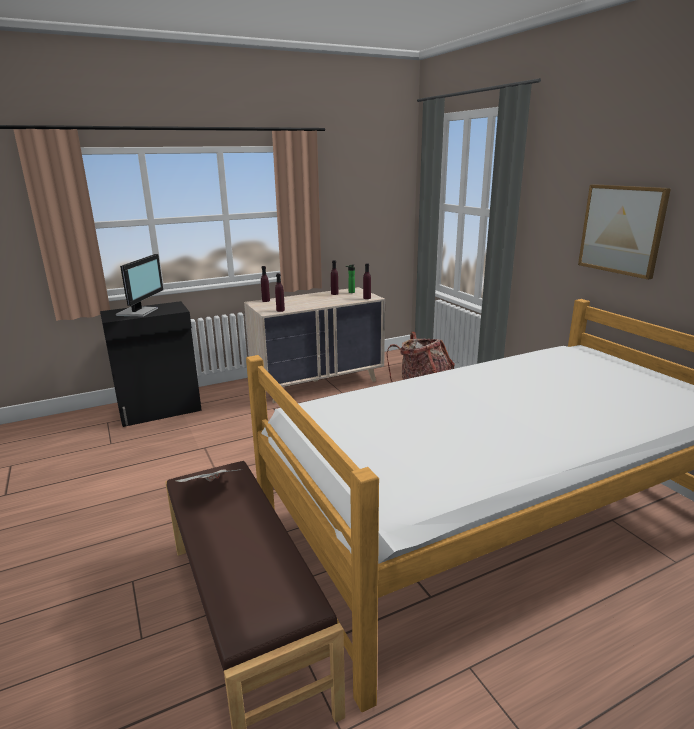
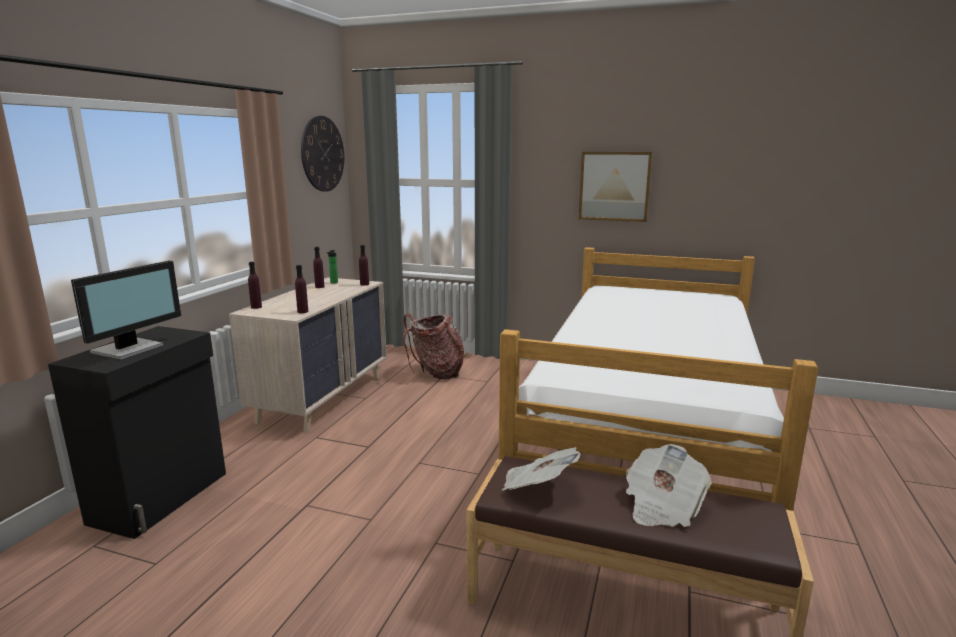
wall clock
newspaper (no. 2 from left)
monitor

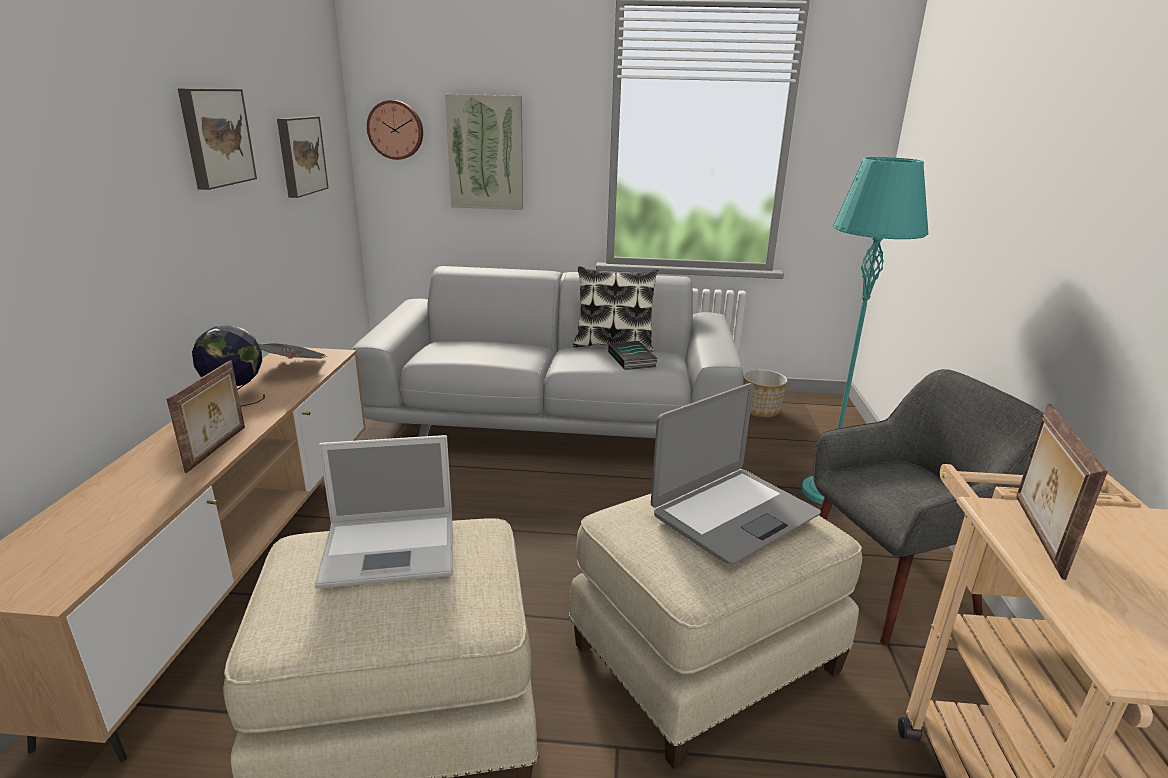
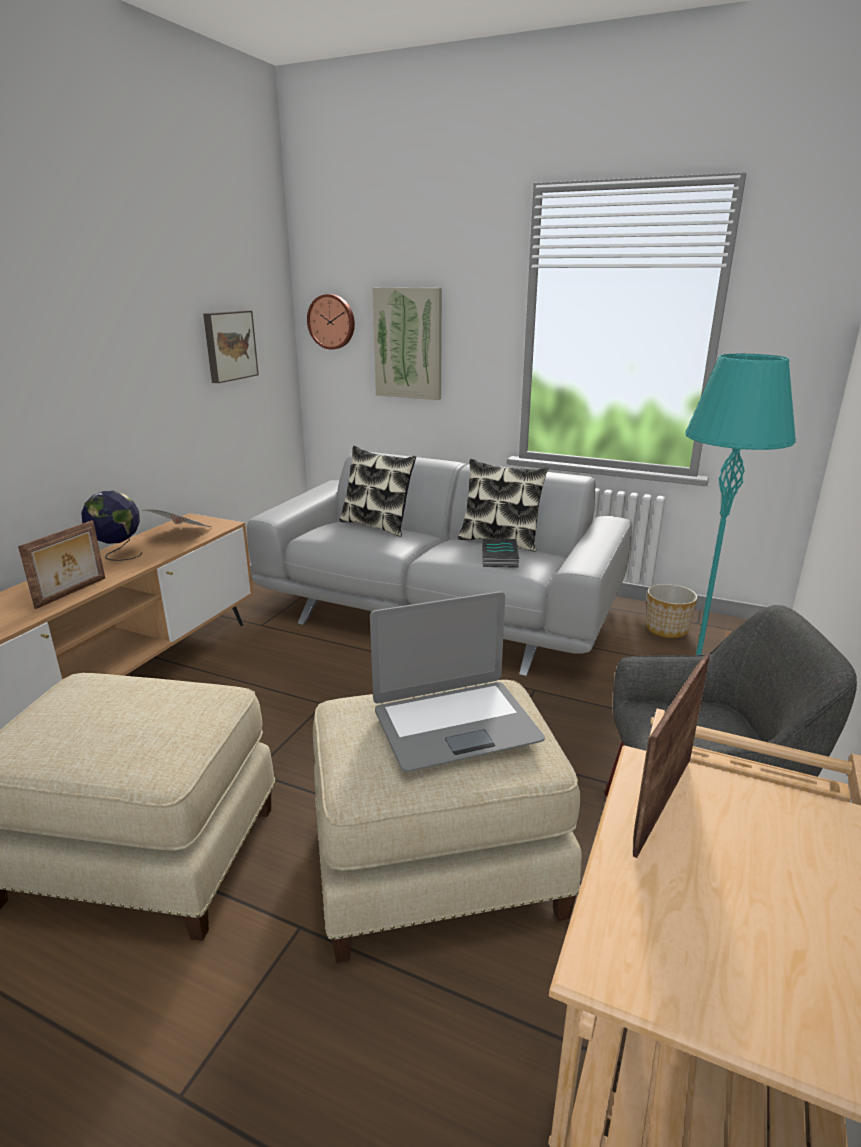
picture (no. 1 from left in the first image)
laptop (no. 1 from left in the first image)
pillow (no. 1 from left)

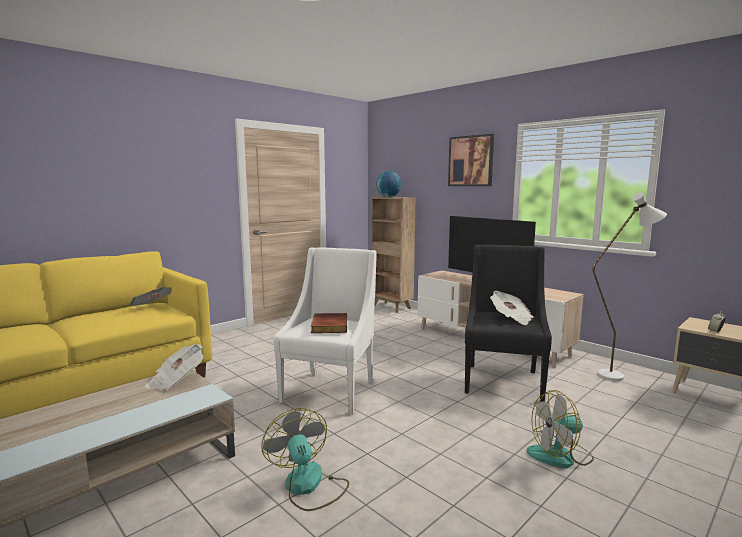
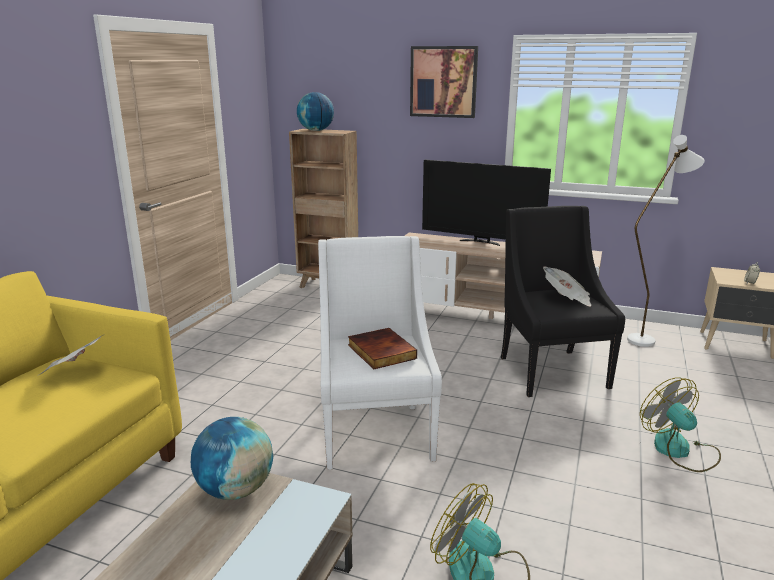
globe (no. 1 from left)
fan (no. 2 from left)

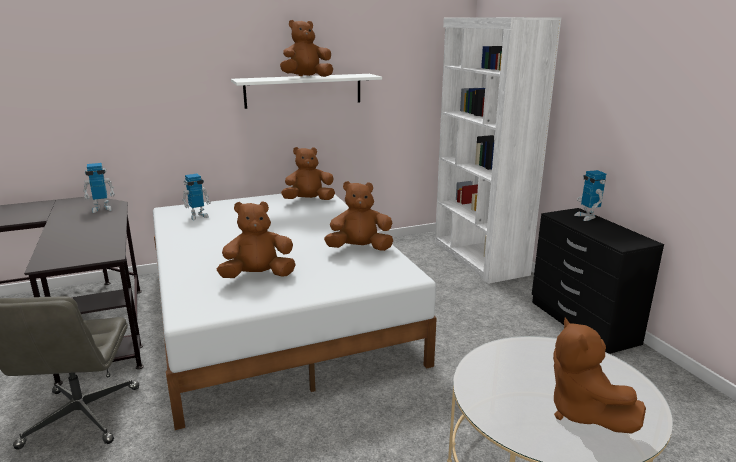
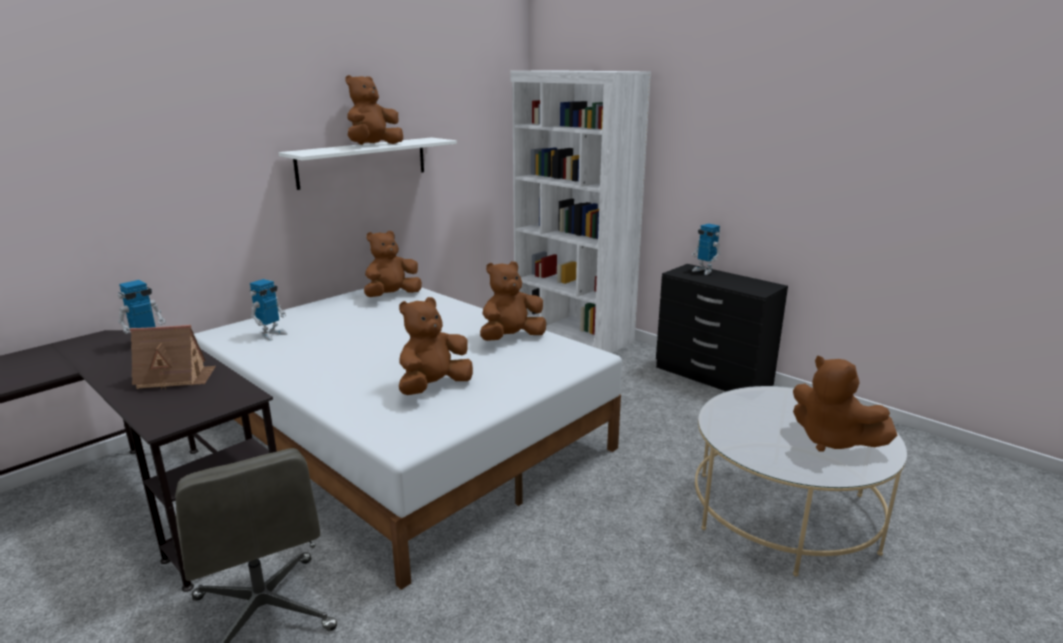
toy house

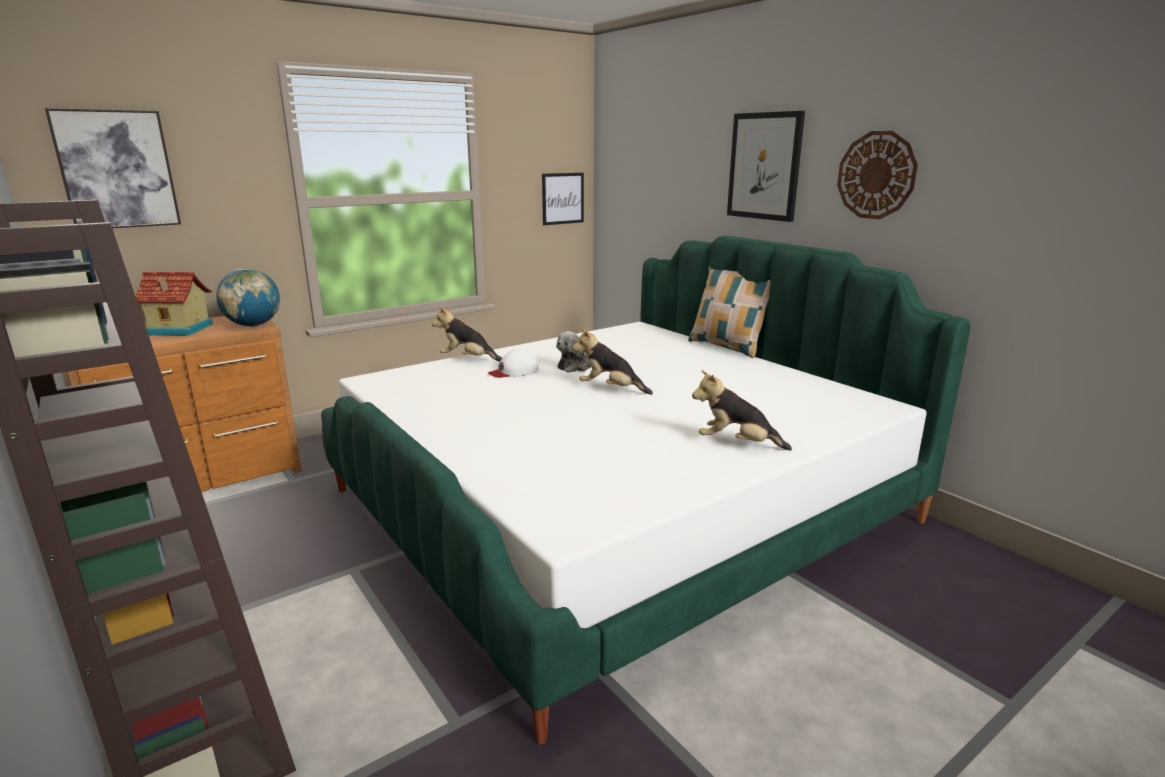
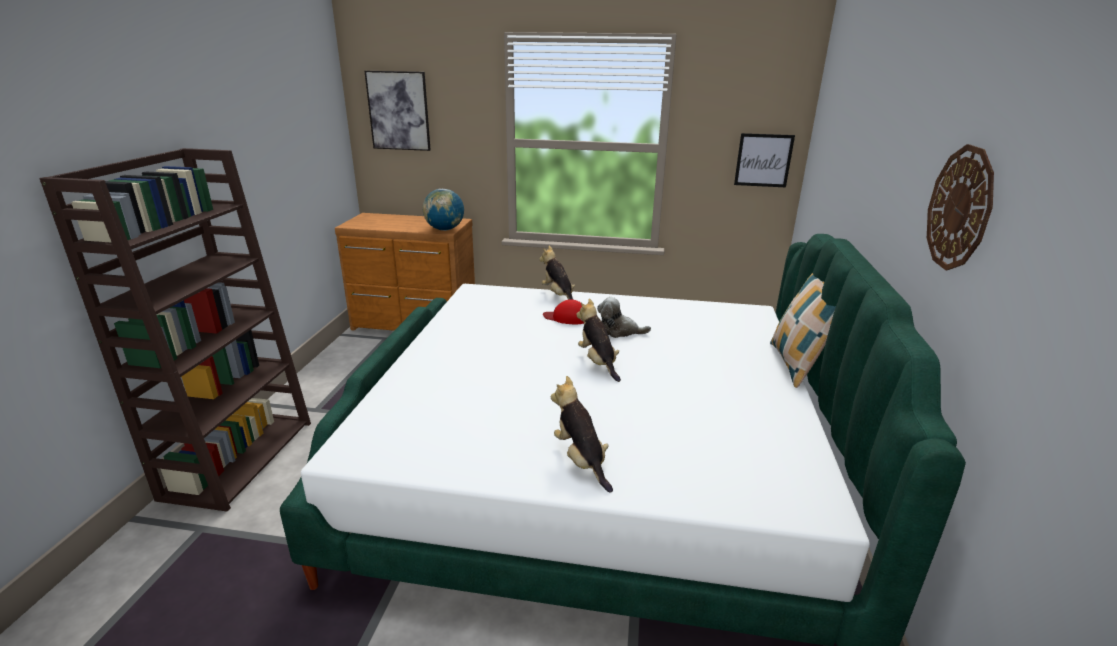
toy house
picture (no. 3 from left in the first image)
cap (red)

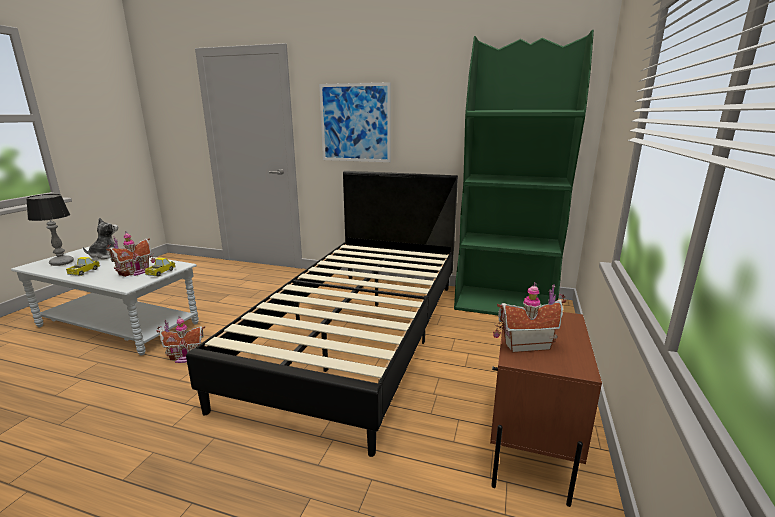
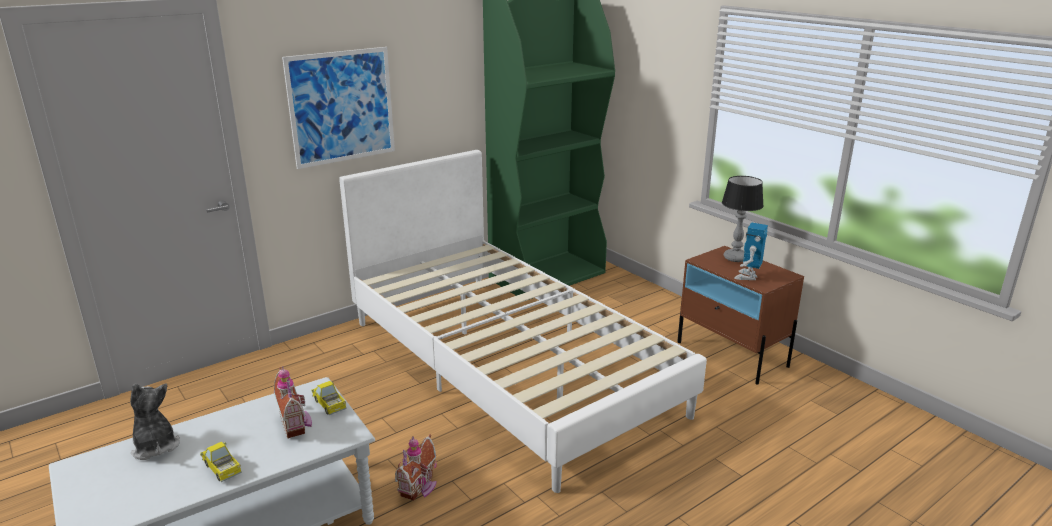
table lamp
toy robot
bed (white)

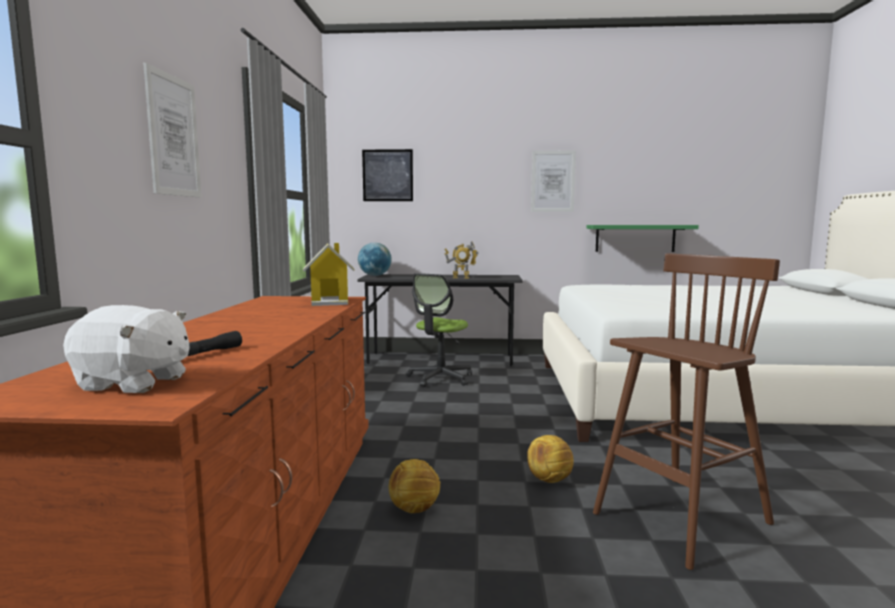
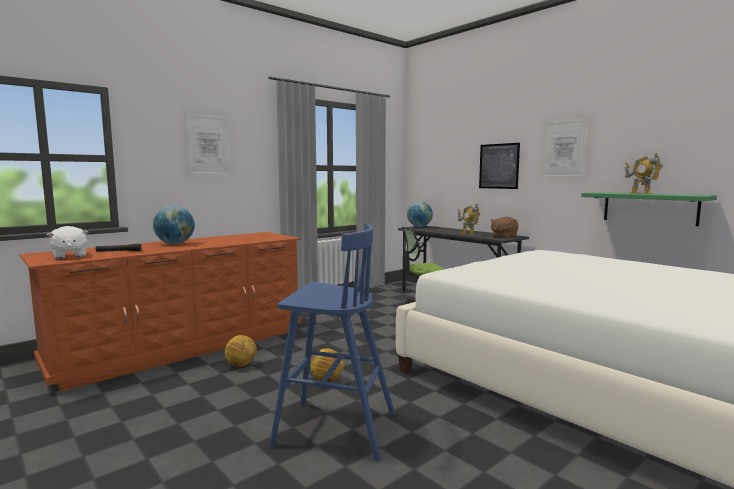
toy house
globe (no. 1 from left)
plush toy (brown)
toy robot (no. 2 from left)
picture (no. 2 from left)
stool (blue)

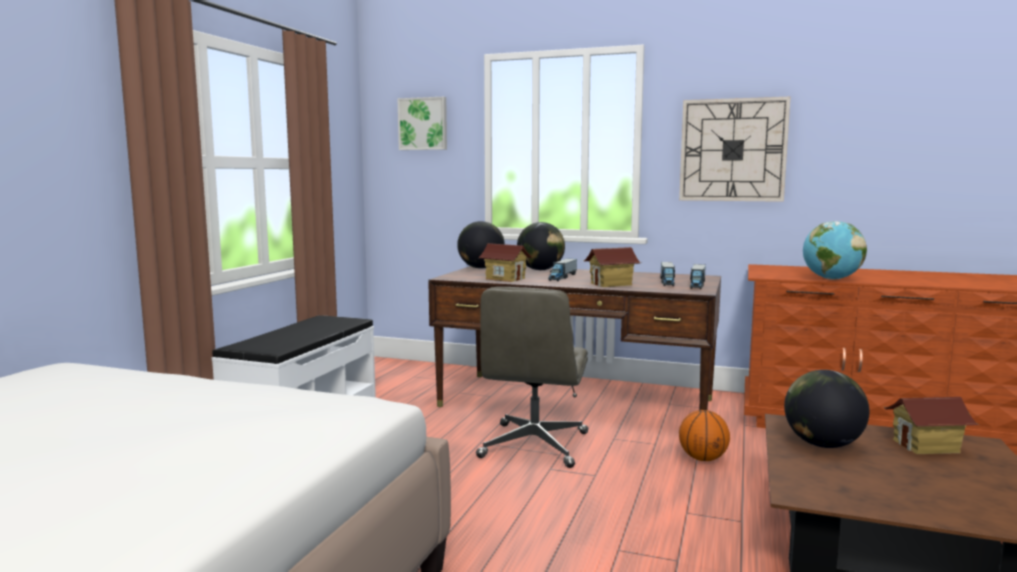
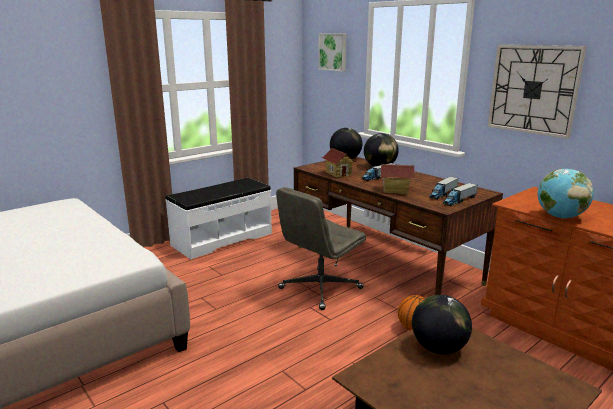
toy house (no. 3 from left in the first image)

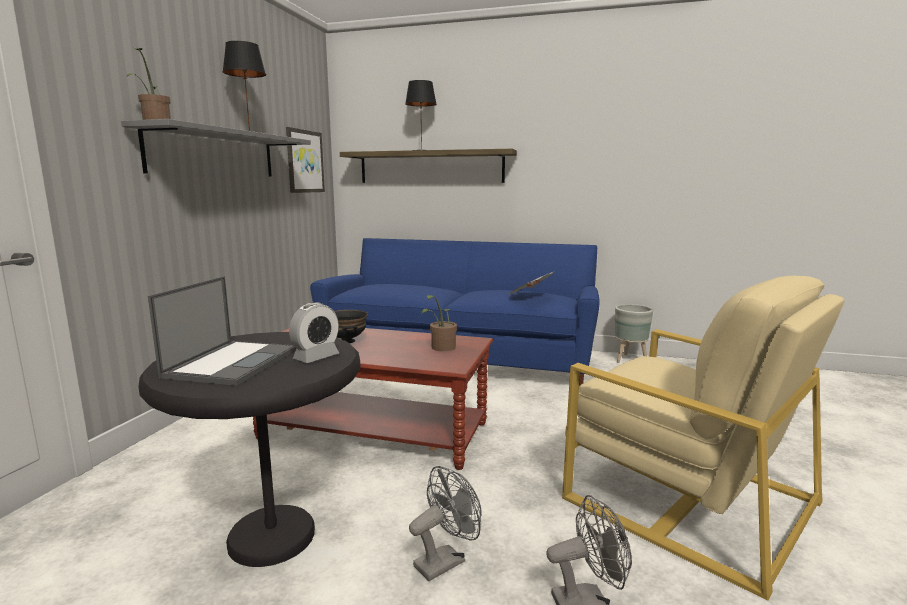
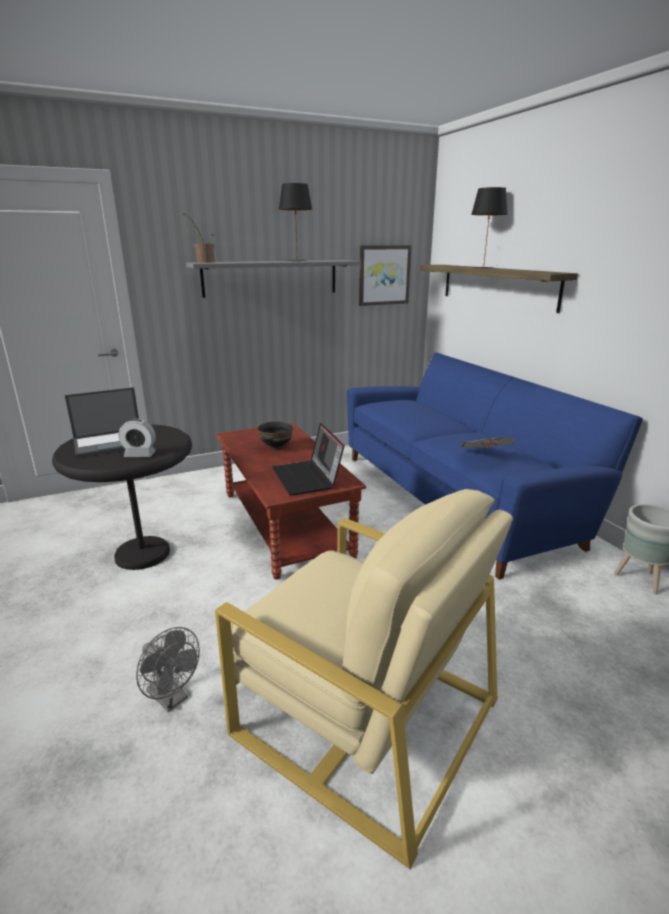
fan (grey) (no. 1 from left in the first image)
laptop (no. 2 from left)
armchair (beige)

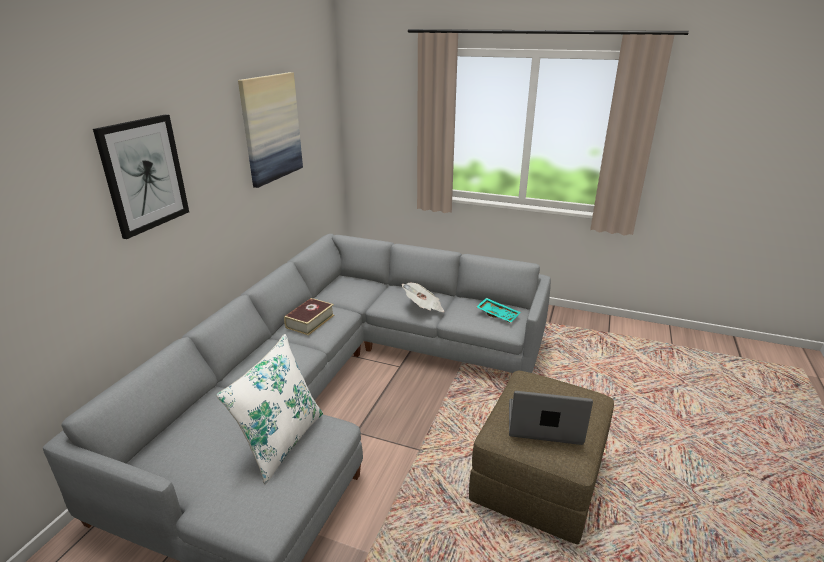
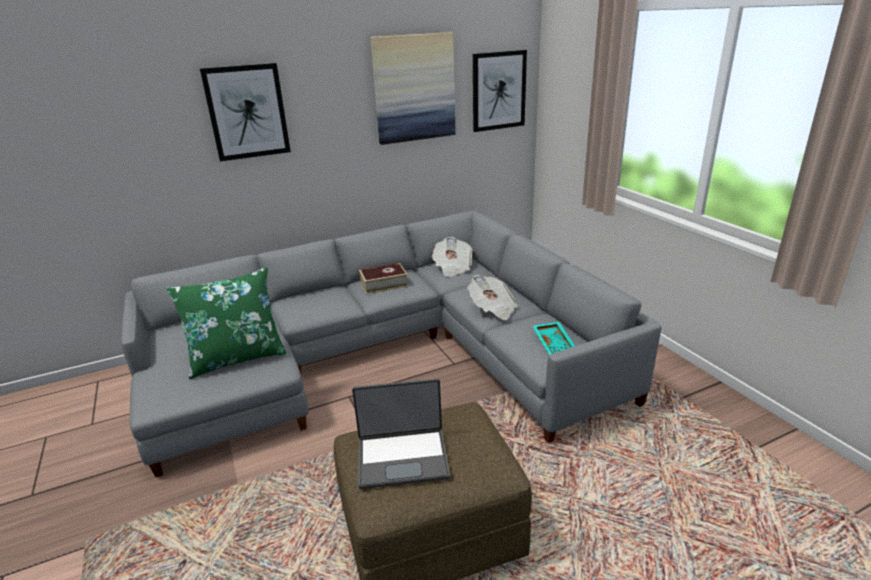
newspaper (no. 1 from left)
picture (no. 3 from left)
pillow (green)
laptop

